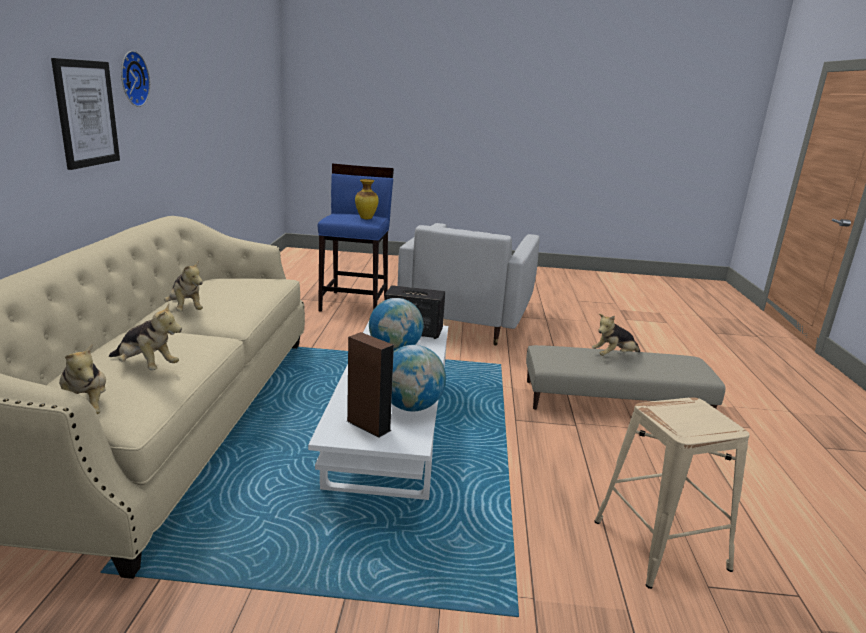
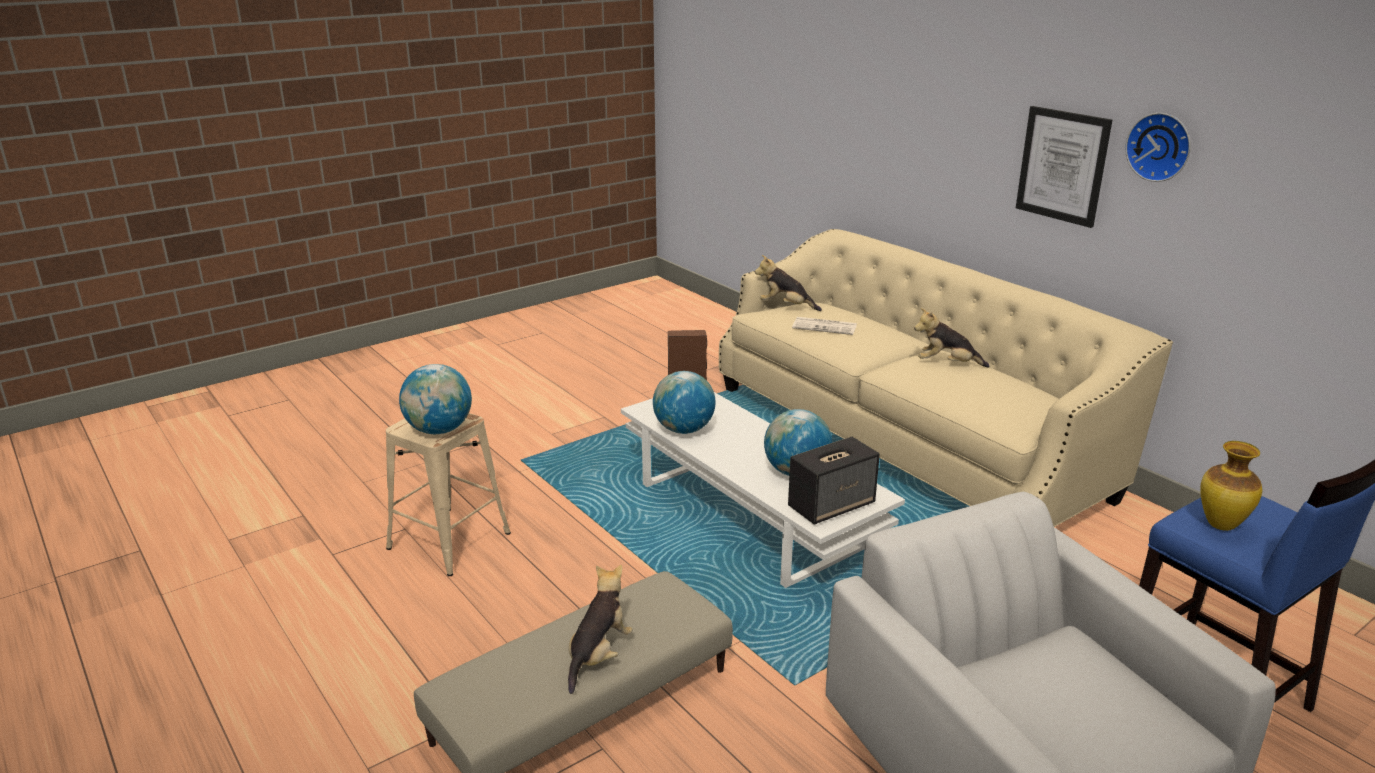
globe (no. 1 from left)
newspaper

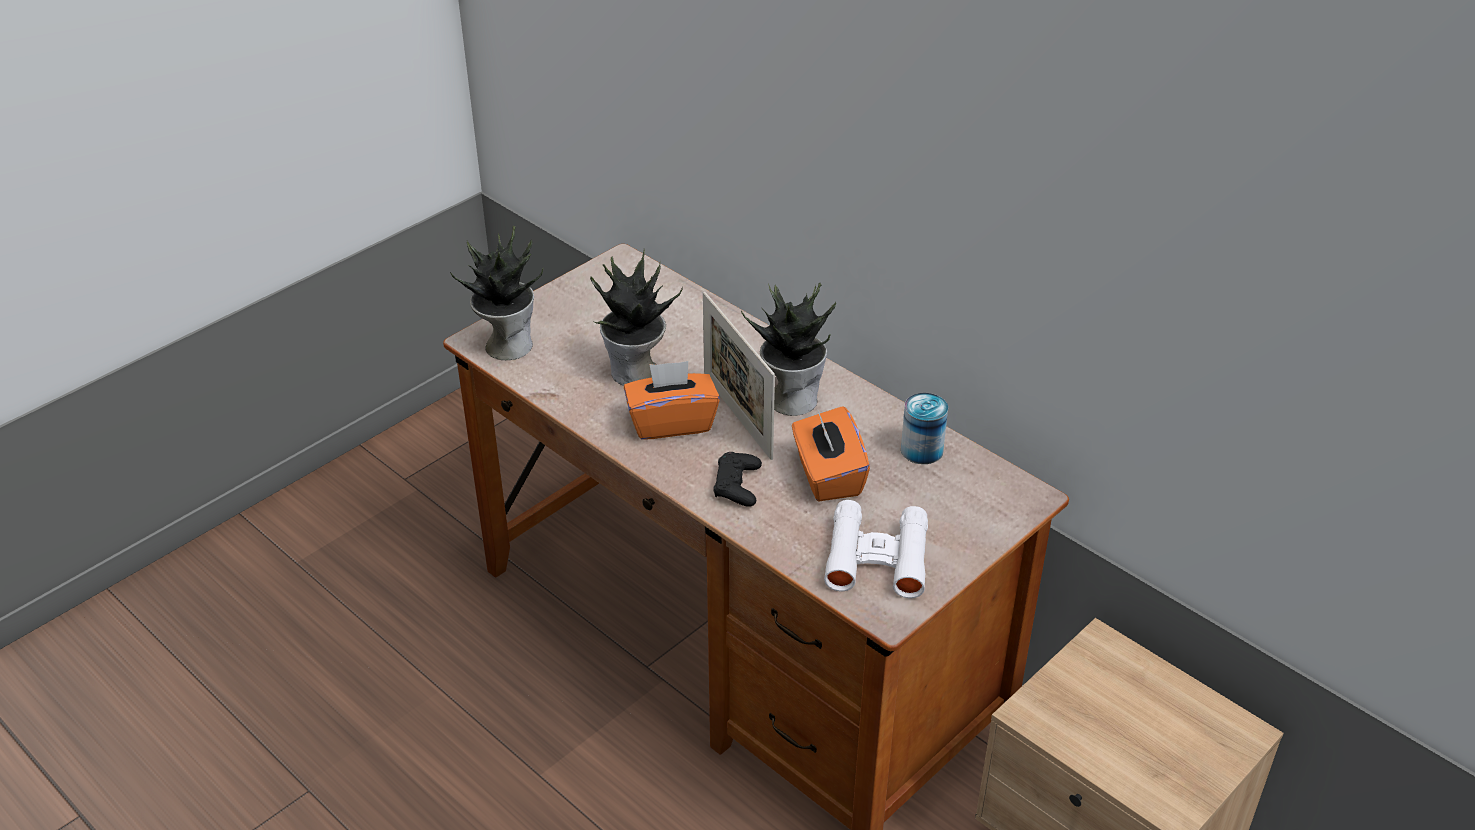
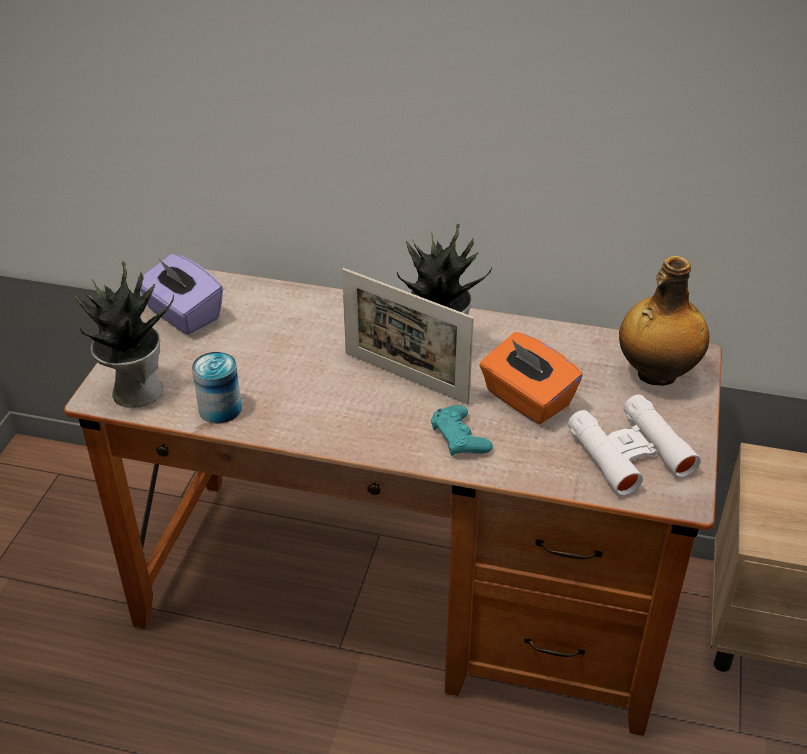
potted plant (no. 2 from left in the first image)
tissue box (orange) (no. 1 from left in the first image)
tissue box (purple)
bottle
can
game controller (turquoise)

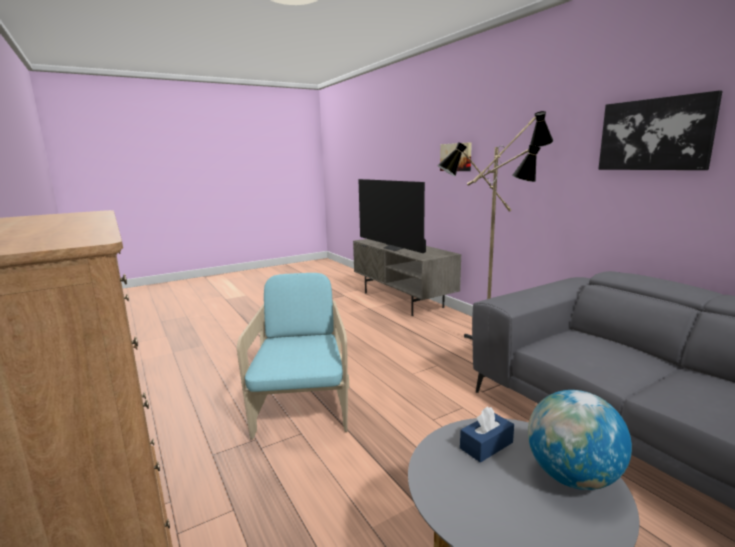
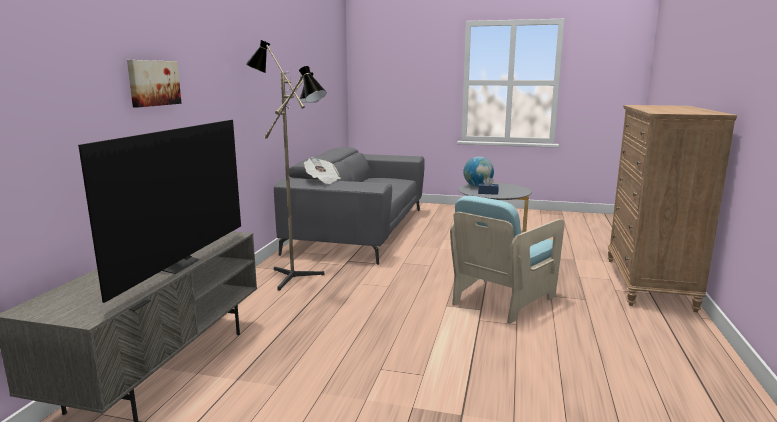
picture (no. 2 from left in the first image)
newspaper

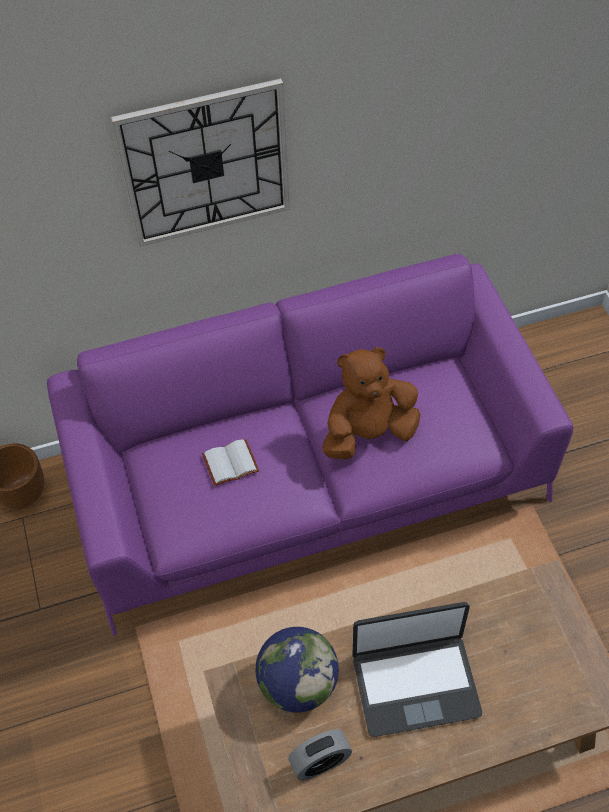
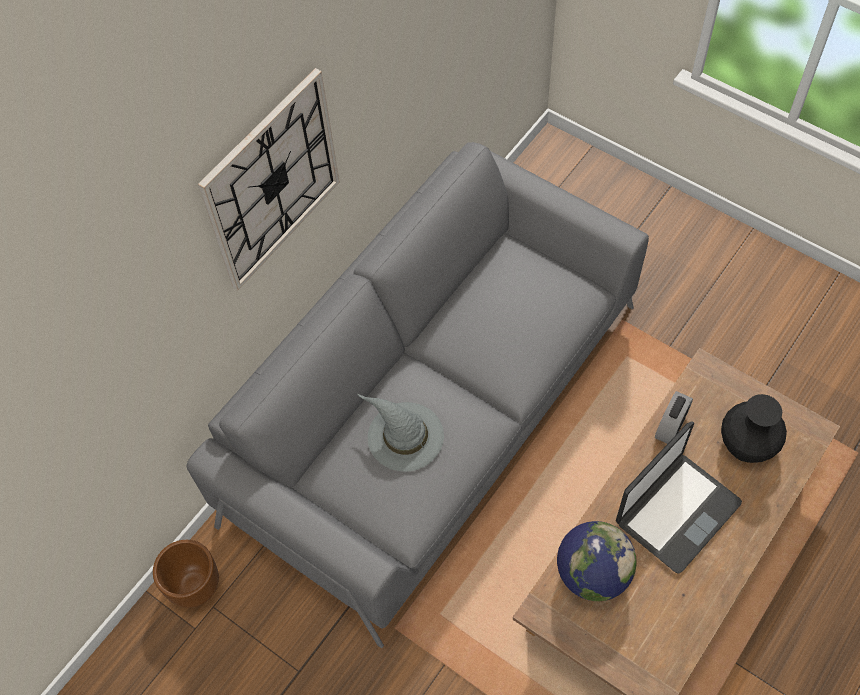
plush toy (brown)
vase (black)
alarm clock
hat (grey)
sofa (grey)

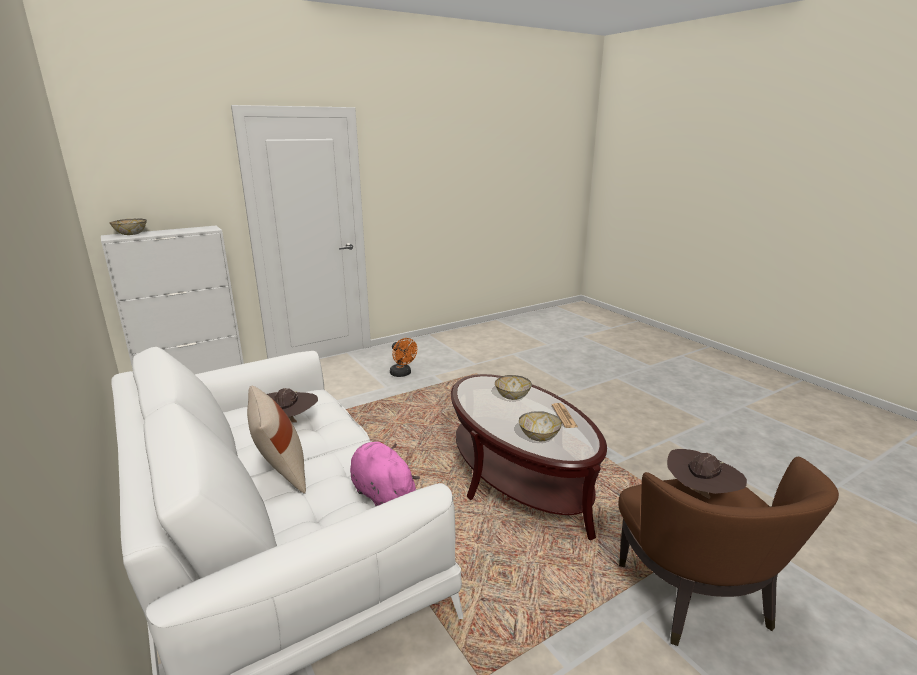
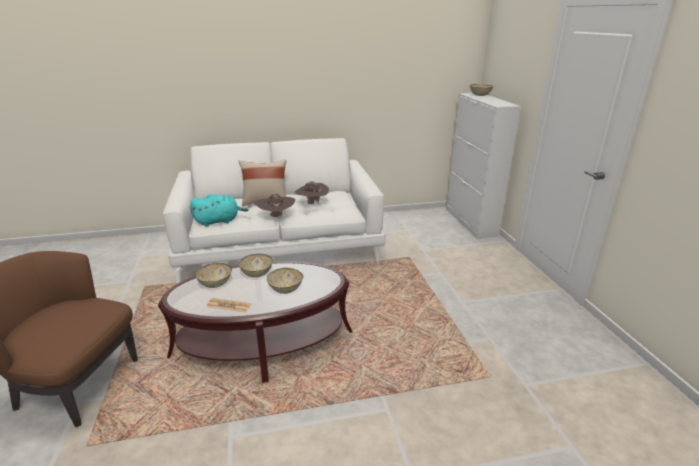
fan (orange)
bowl (no. 2 from left)
hat (brown) (no. 1 from left)
plush toy (turquoise)

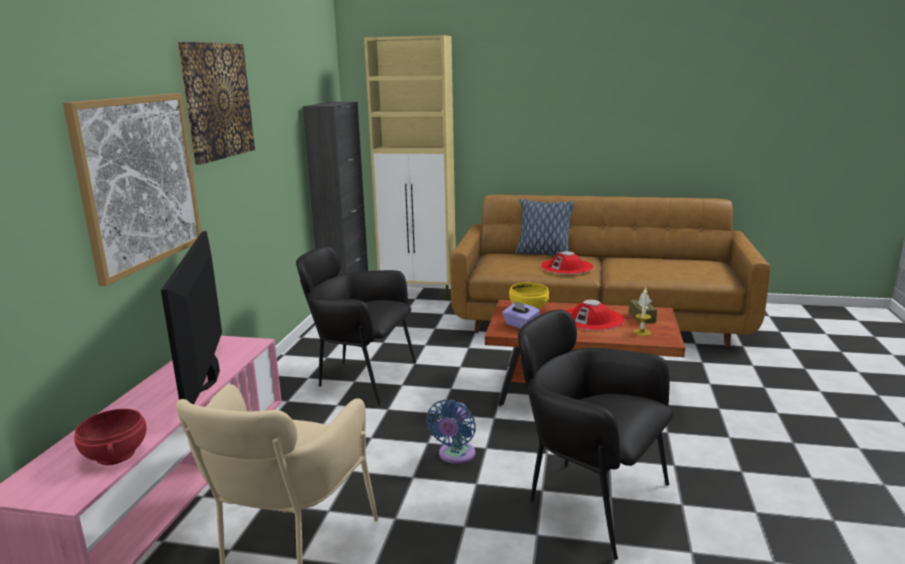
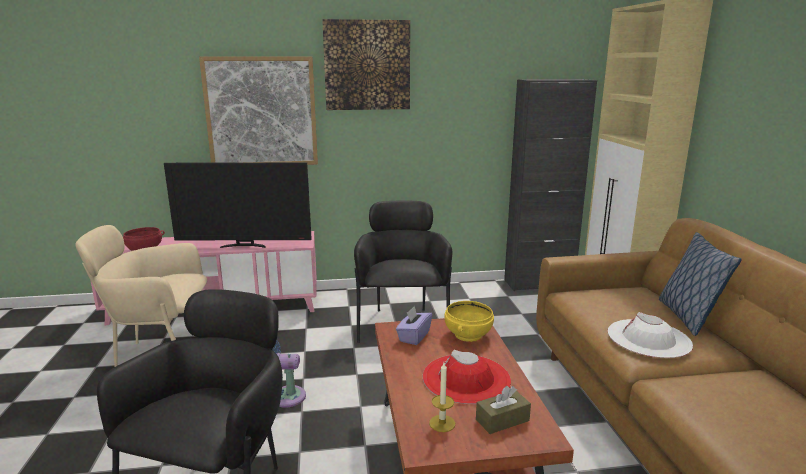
hat (white)
television

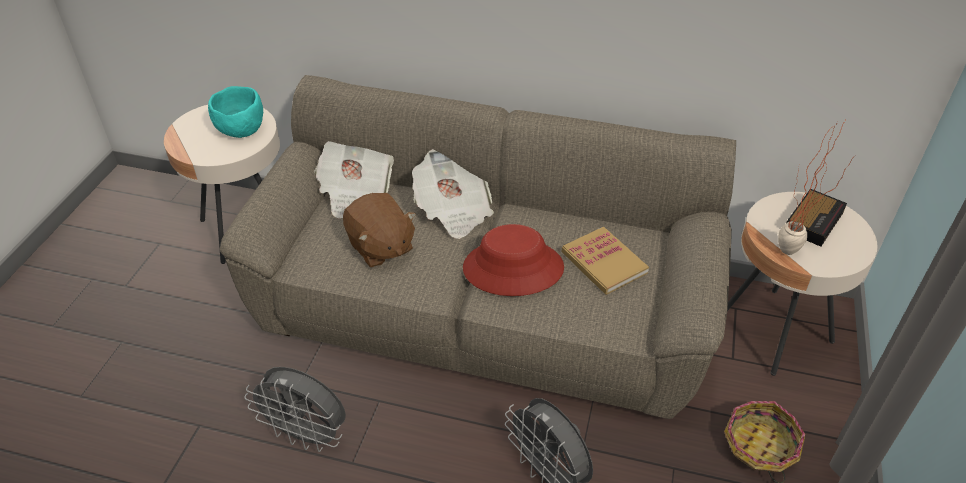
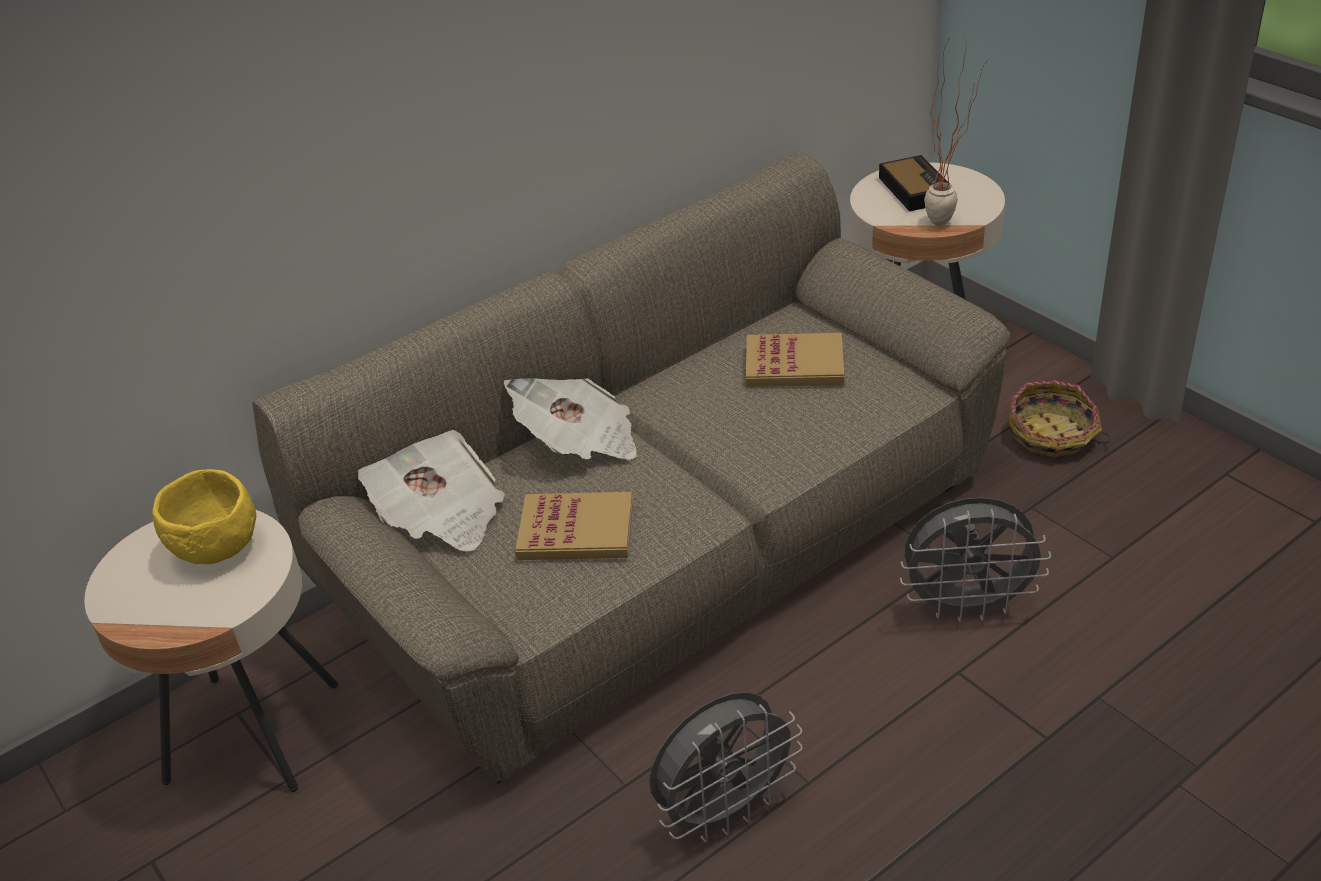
hat (red)
book (no. 1 from left)
bowl (yellow)

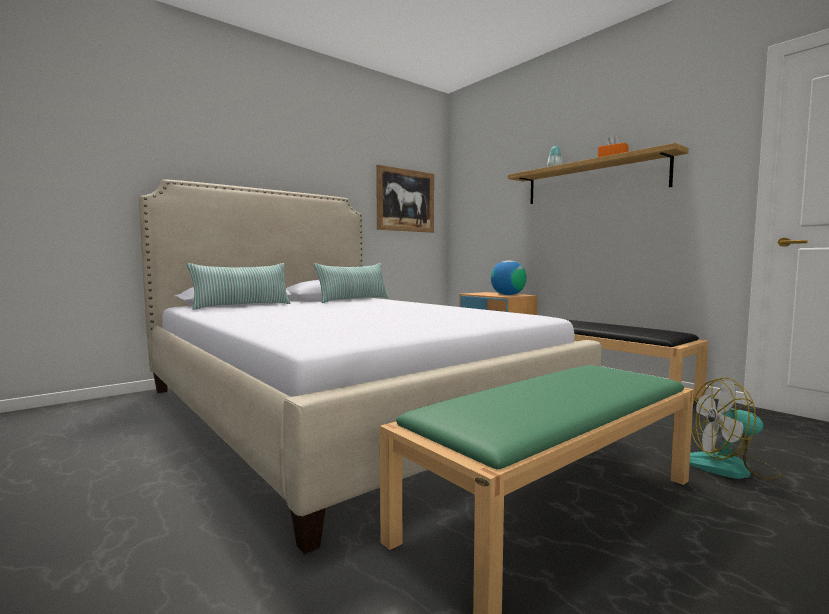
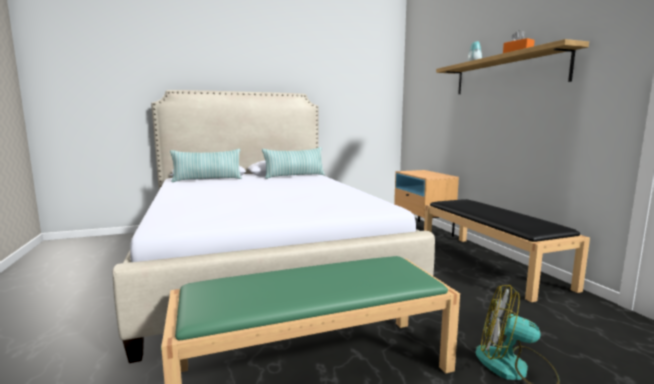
picture
globe

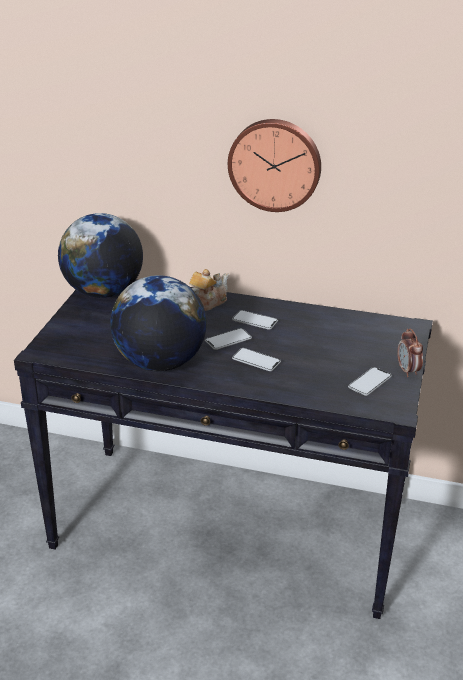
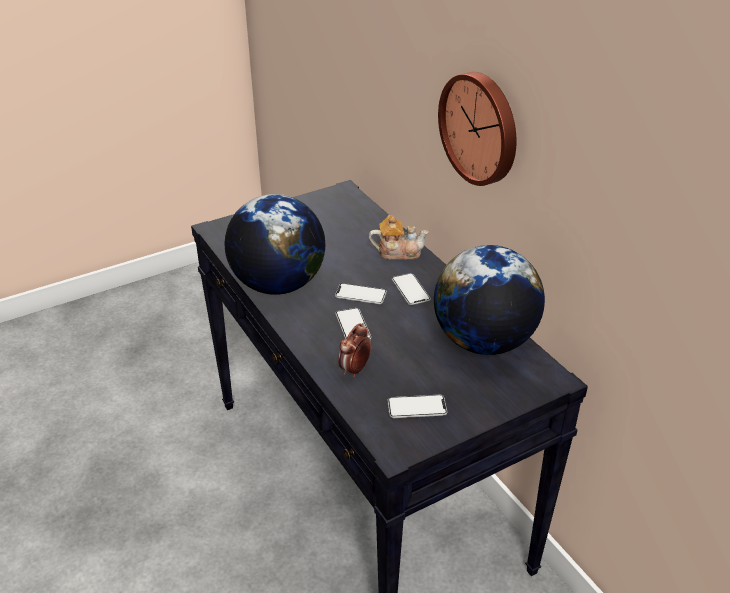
globe (no. 2 from left)
alarm clock

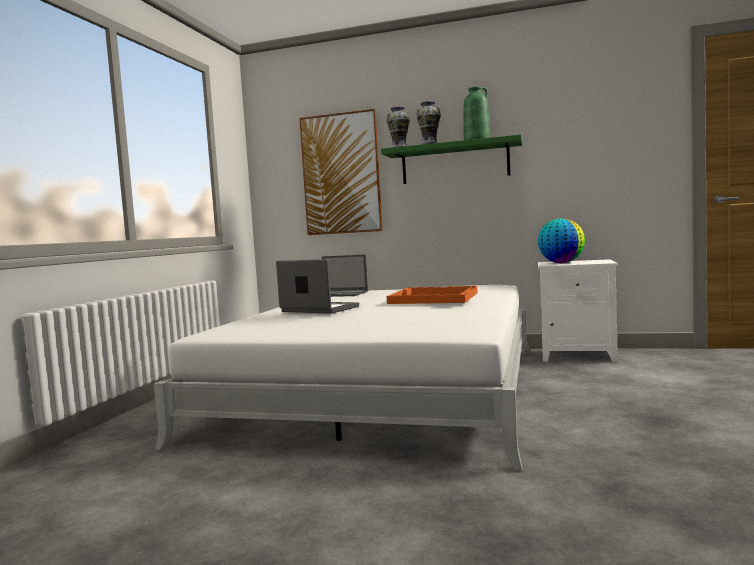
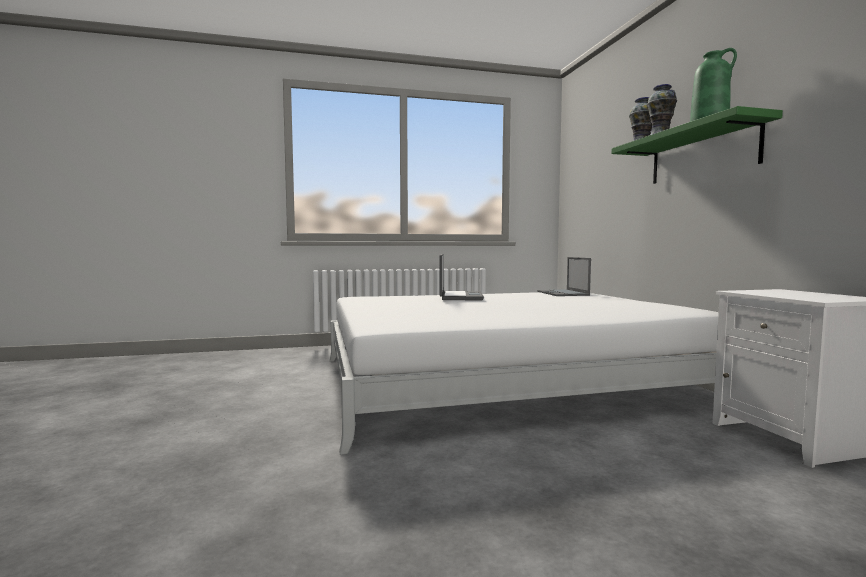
picture
tray (orange)
globe

